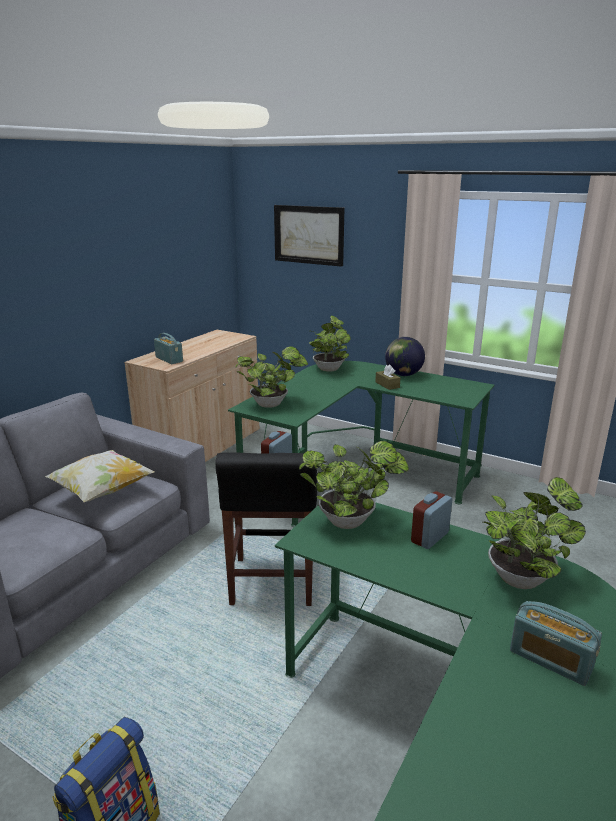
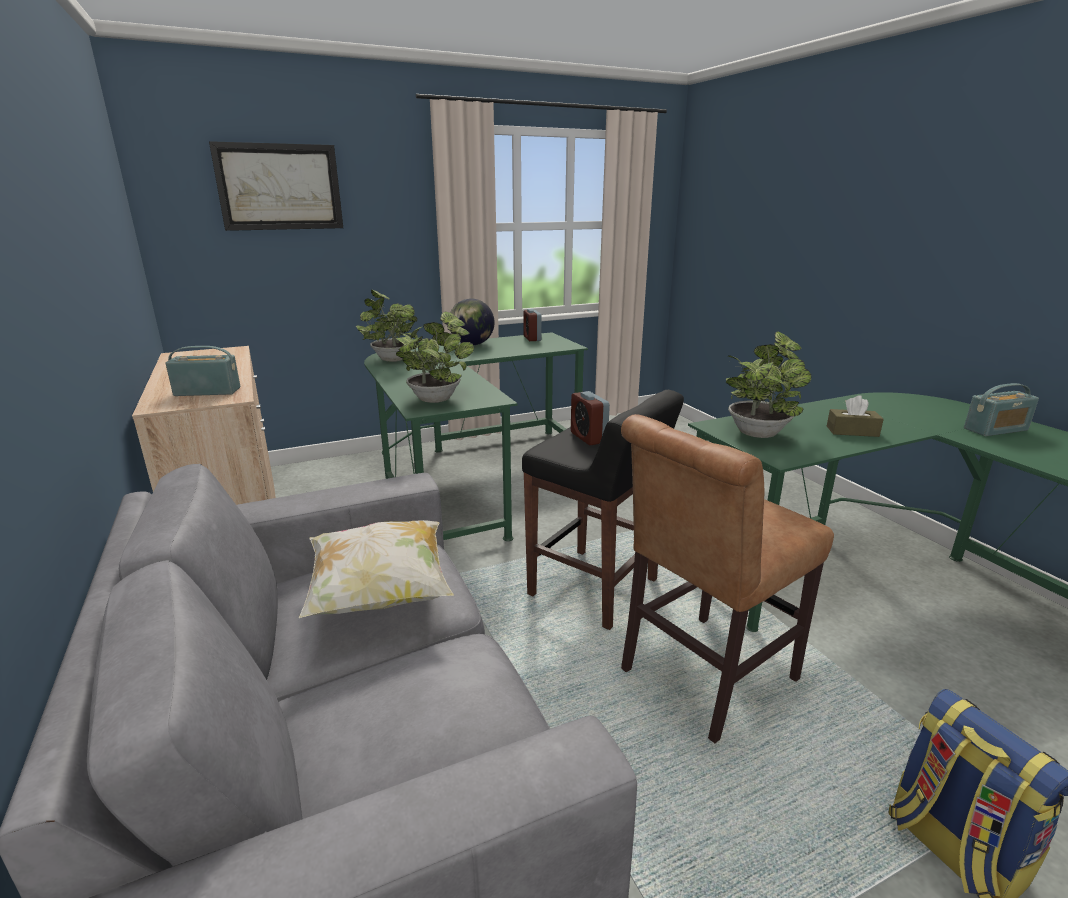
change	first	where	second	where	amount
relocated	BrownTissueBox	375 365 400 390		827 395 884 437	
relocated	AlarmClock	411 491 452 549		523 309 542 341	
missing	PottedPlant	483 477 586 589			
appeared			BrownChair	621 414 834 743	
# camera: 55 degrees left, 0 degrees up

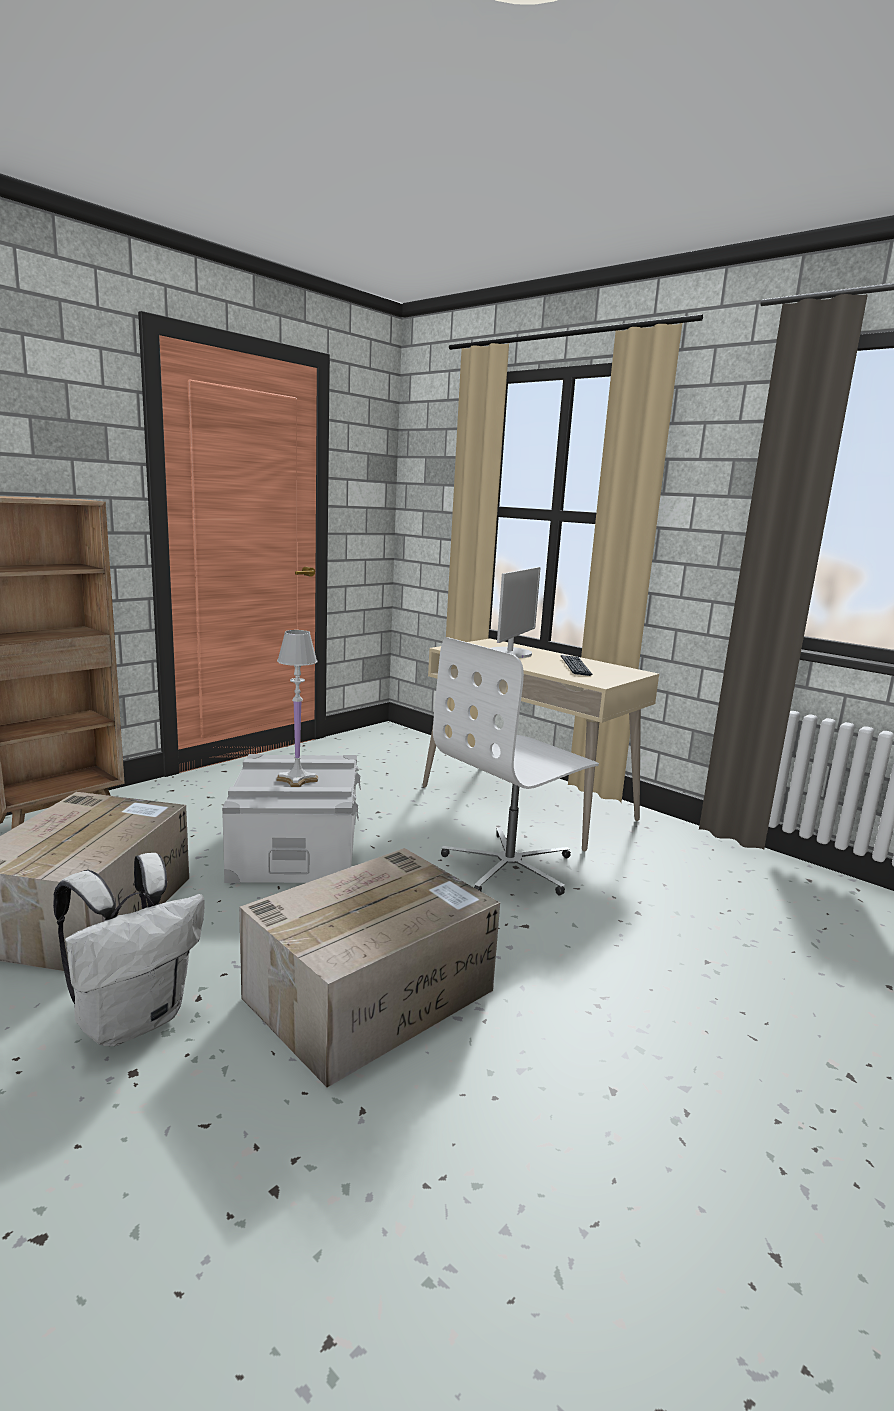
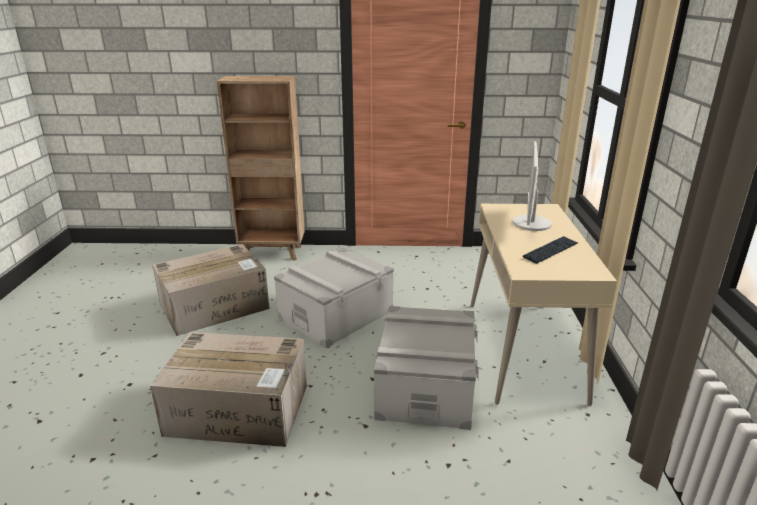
change	first	where	second	where	amount
missing	WhiteBackpack	53 853 205 1046			
missing	WhiteTableLamp	276 630 318 787			
exchanged	WhiteOfficeChair	433 637 599 895	GreyStorageBox	374 306 479 430	
spun	Monitor	491 567 541 658		513 141 552 231	120 degrees clockwise
# camera: 50 degrees right, 10 degrees up

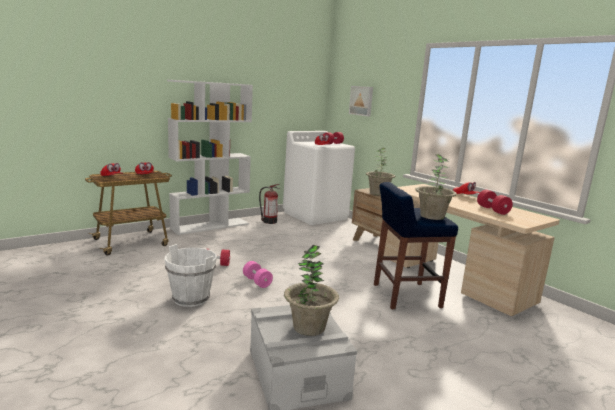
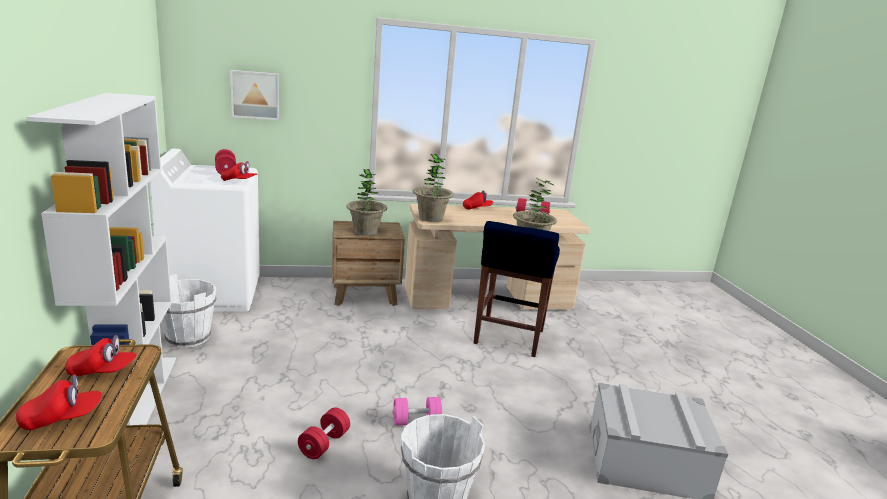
change	first	where	second	where	amount
exchanged	FireExtinguisher	259 184 280 224	WhiteBucket	161 274 216 348	
relocated	PottedPlant	284 245 339 336		413 154 454 222	
# camera: 65 degrees left, 5 degrees up

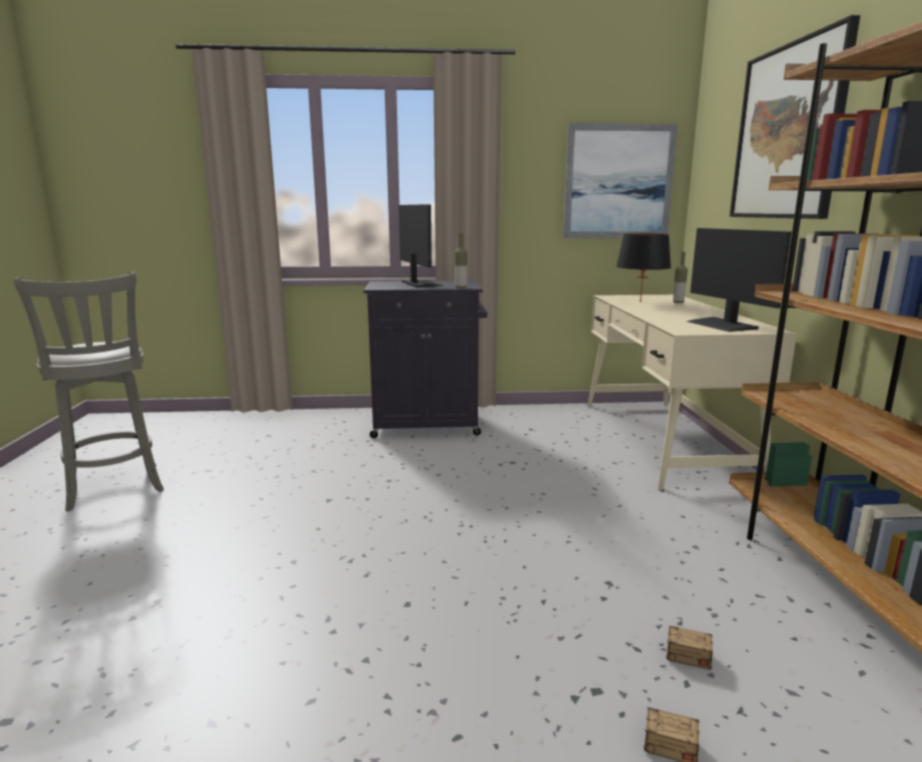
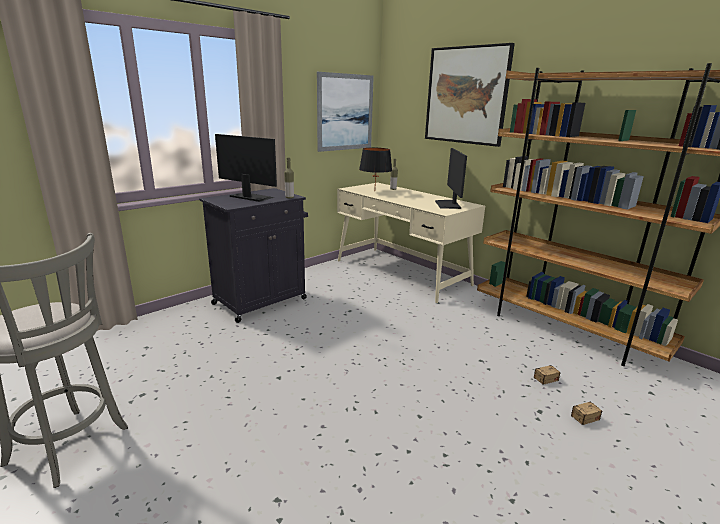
change	first	where	second	where	amount
spun	Monitor	686 228 792 332		435 148 467 209	60 degrees clockwise
# camera: 40 degrees left, 5 degrees up

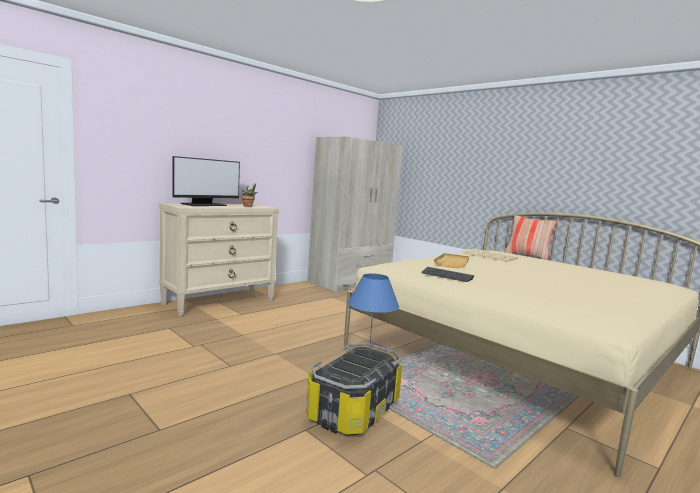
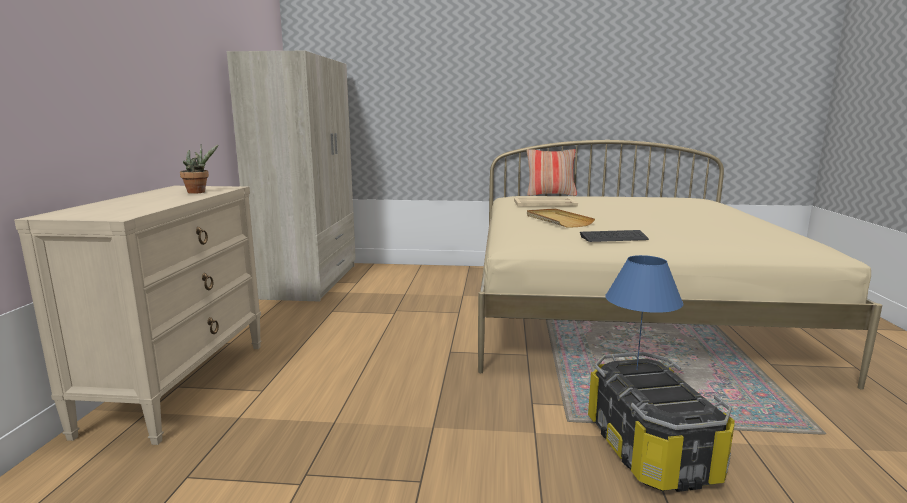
change	first	where	second	where	amount
missing	Monitor	172 156 240 206			
# camera: 40 degrees left, 5 degrees up

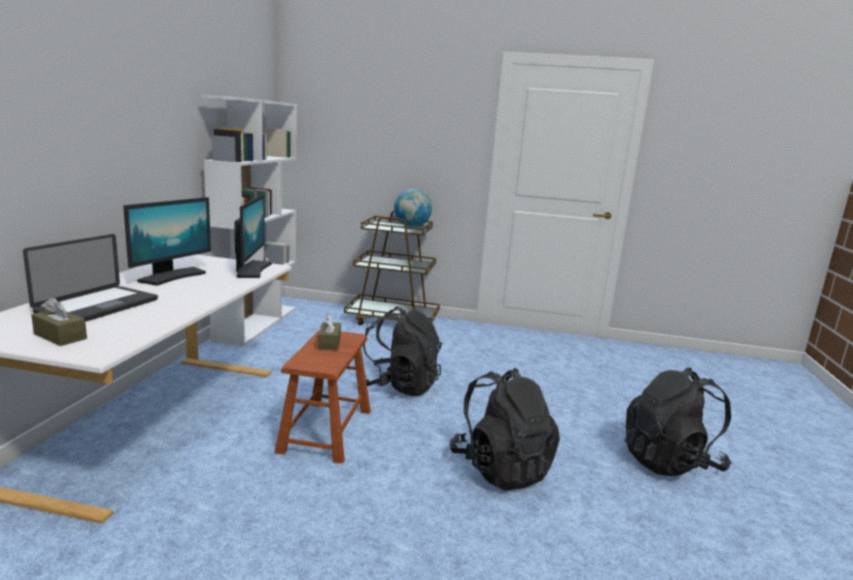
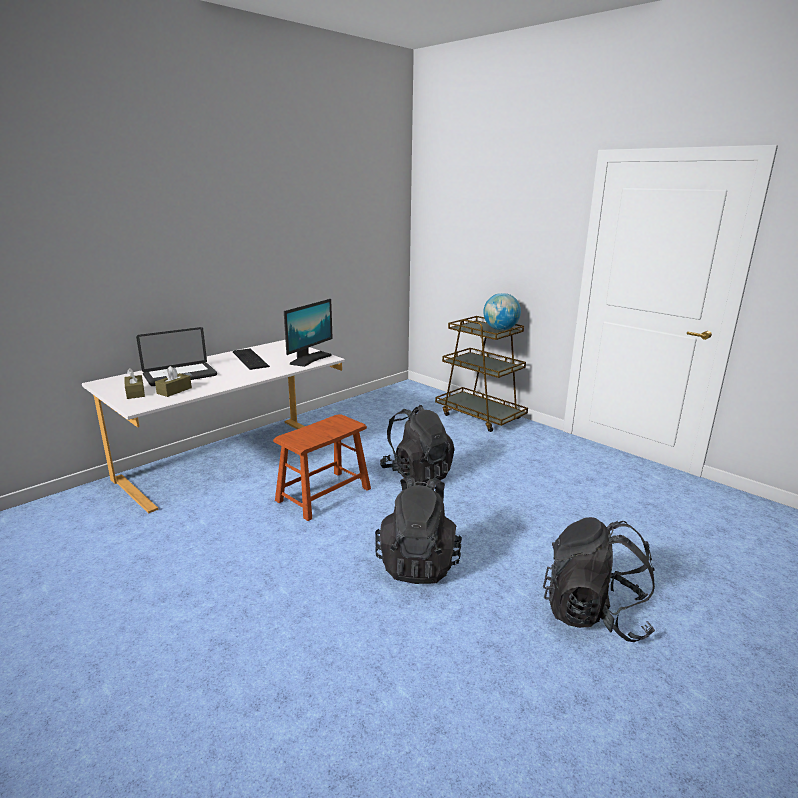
change	first	where	second	where	amount
exchanged	Monitor	123 197 211 286	Keyboard	233 349 270 370	
missing	WhiteBookcase	201 95 297 346			
relocated	BrownTissueBox	318 314 341 350		155 366 192 397	
# camera: 35 degrees right, 5 degrees up

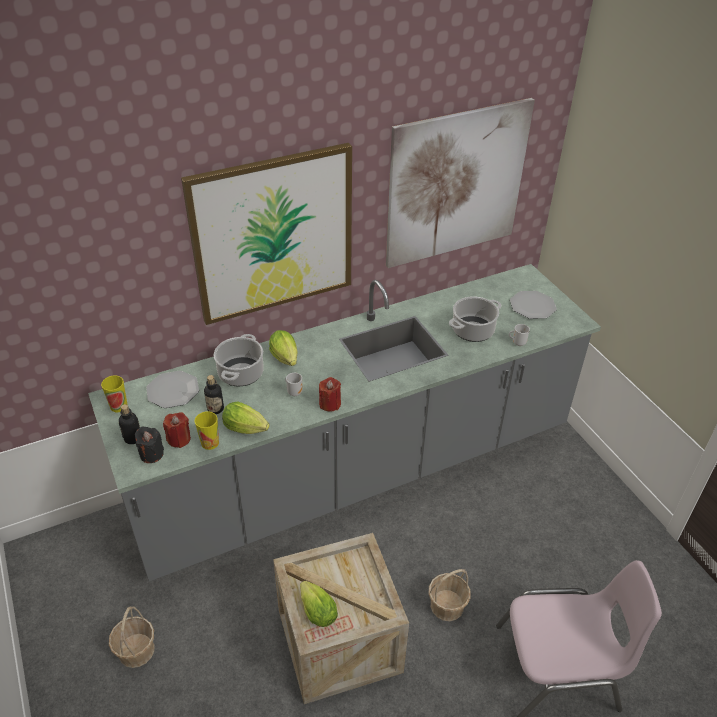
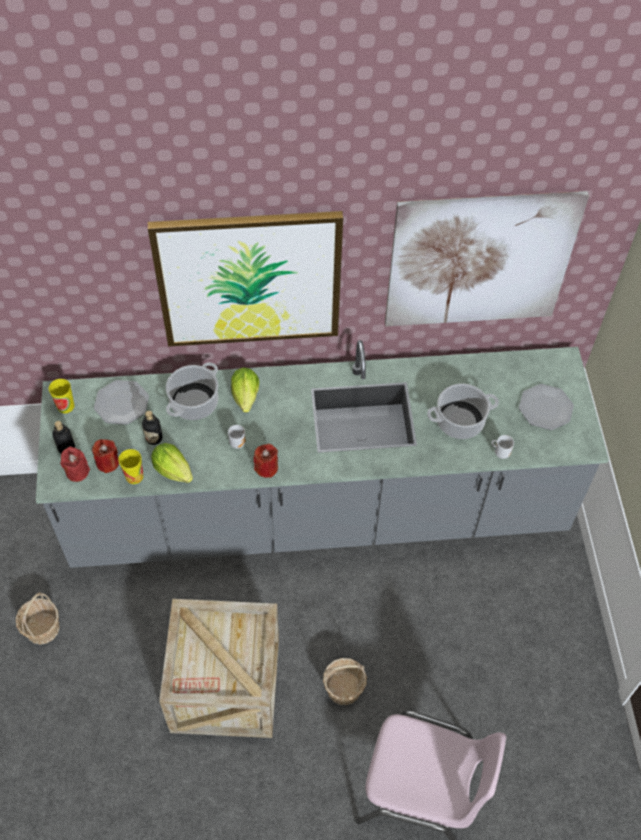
change	first	where	second	where	amount
colour	BlackCandle	135 427 164 463	RedCandle	60 447 90 482	
missing	Lettuce	300 581 338 627			
# camera: 20 degrees right, 15 degrees up

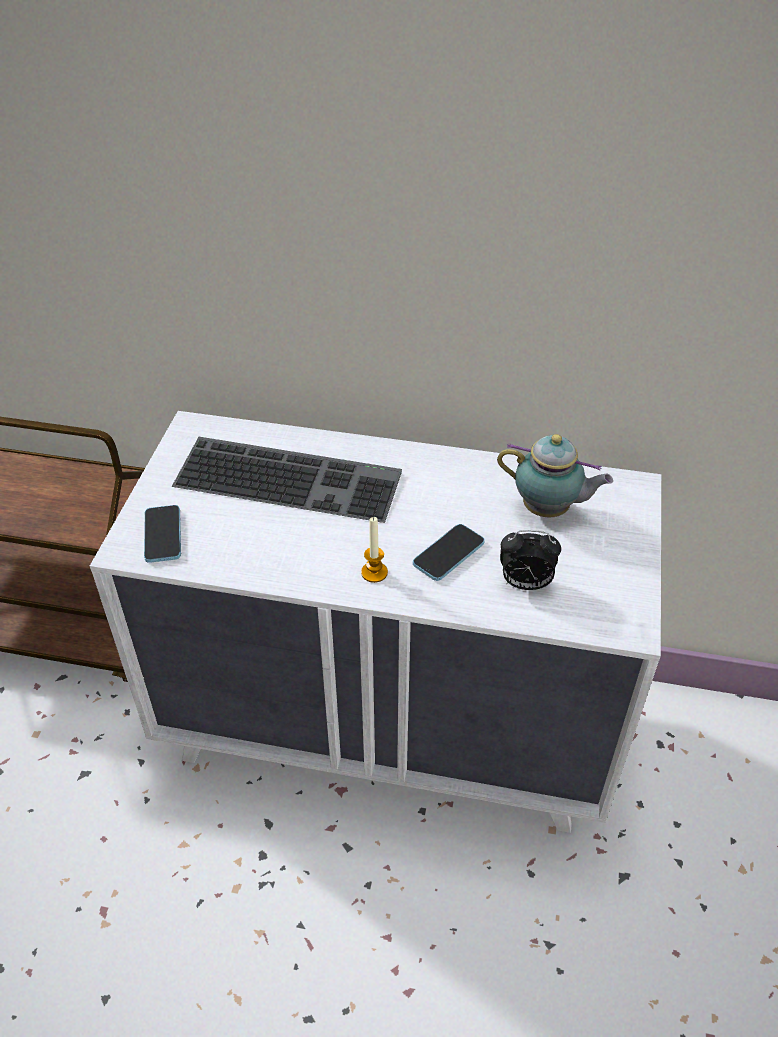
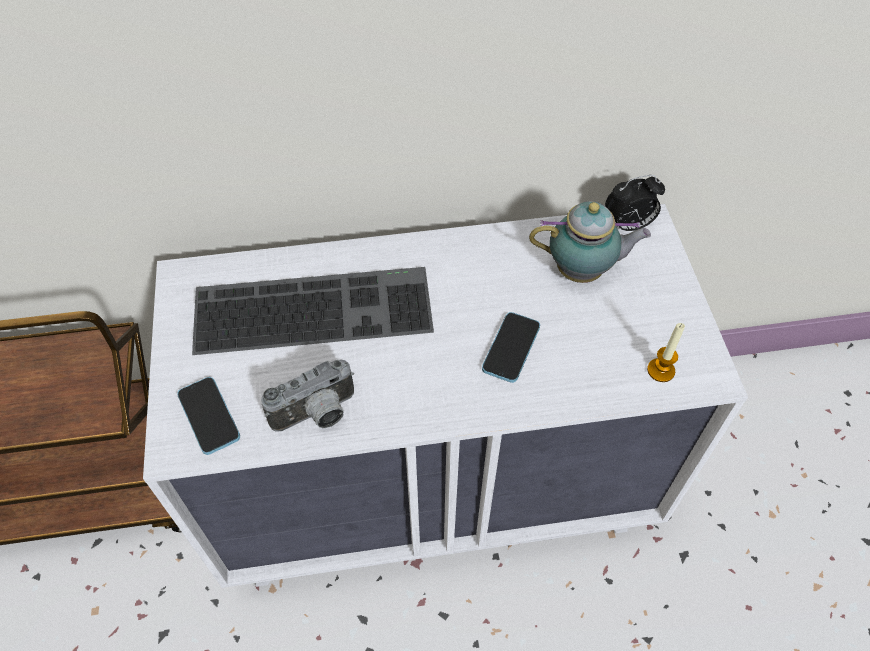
change	first	where	second	where	amount
relocated	Candle	361 517 388 583		647 323 685 382	
relocated	AlarmClock	500 530 561 590		605 175 665 231	
appeared			PhotoCamera	261 360 354 432	
# camera: 20 degrees left, 10 degrees up

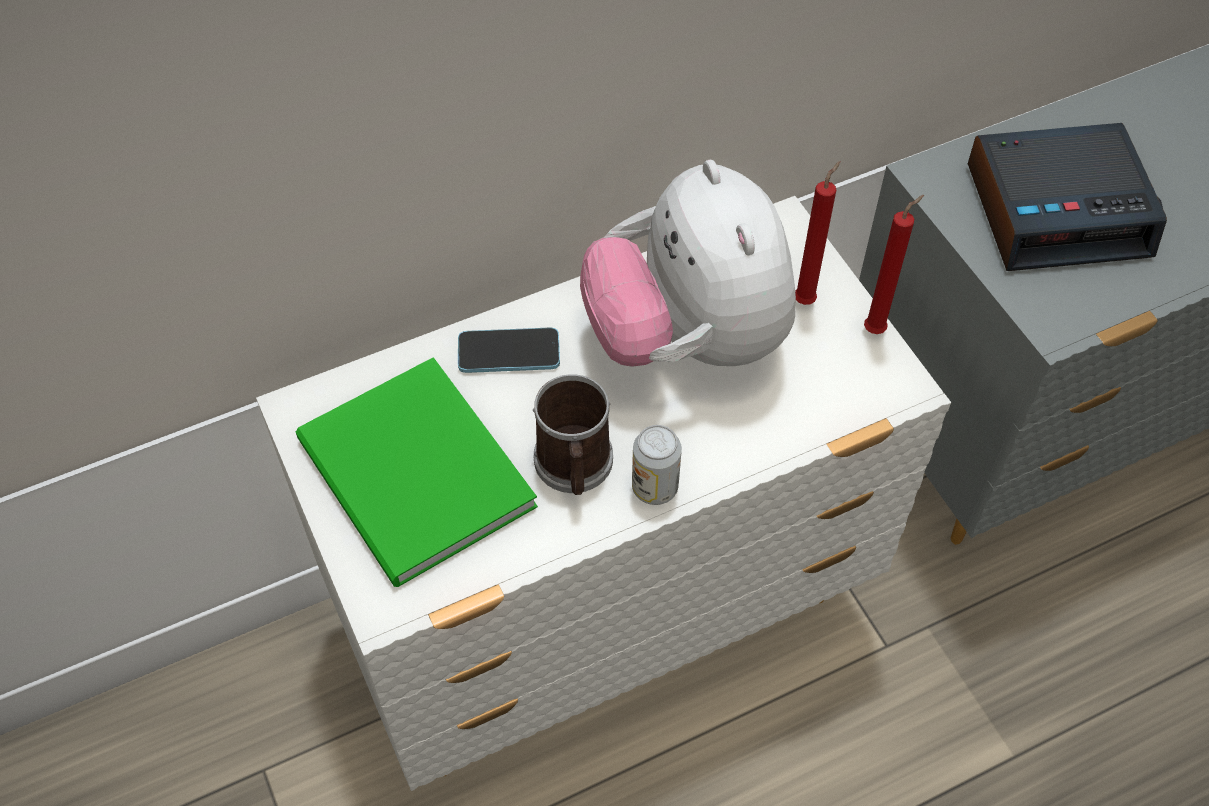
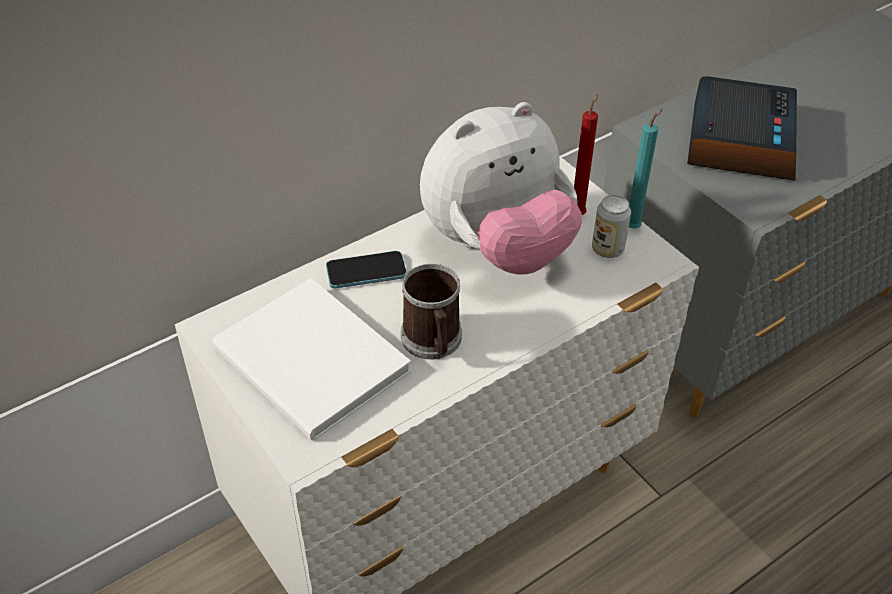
change	first	where	second	where	amount
colour	GreenBook	296 357 538 587	WhiteBook	212 278 411 441	
spun	PlushToy	580 160 796 367		420 102 582 275	90 degrees counterclockwise
relocated	Can	632 425 682 505		592 195 631 258	
colour	RedCandle	864 195 924 334	TurquoiseCandle	629 108 663 228	
spun	AlarmClock	968 123 1167 271		687 76 797 180	60 degrees counterclockwise
# camera: 10 degrees left, 10 degrees down

